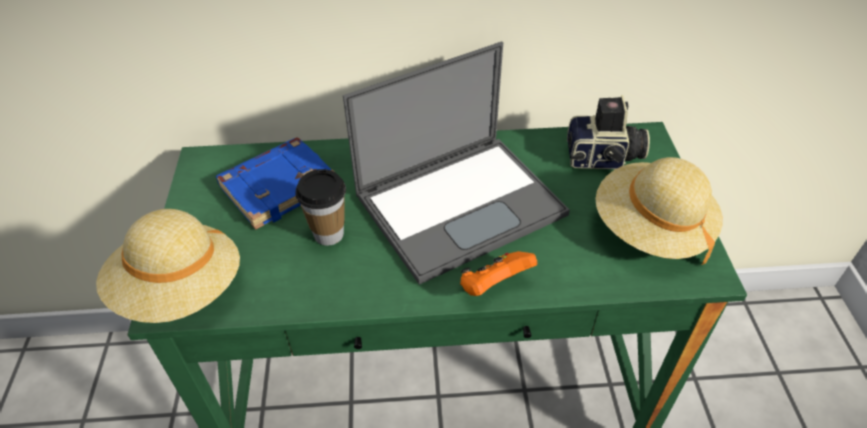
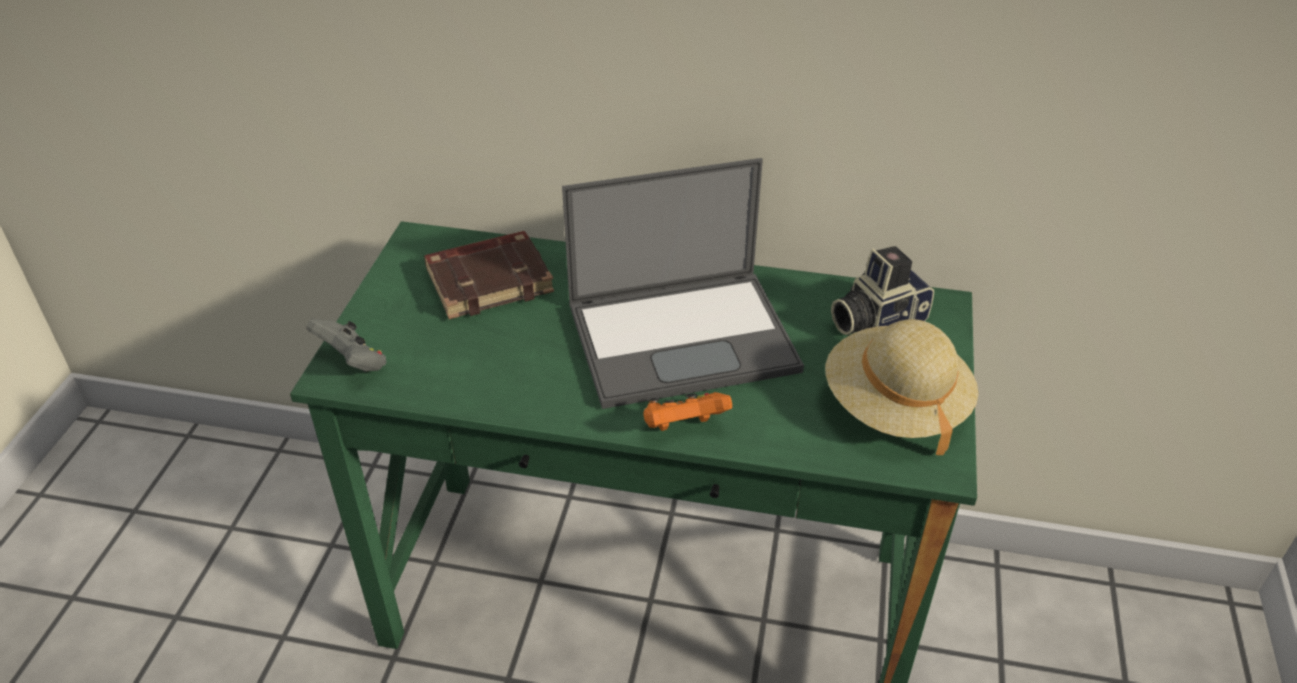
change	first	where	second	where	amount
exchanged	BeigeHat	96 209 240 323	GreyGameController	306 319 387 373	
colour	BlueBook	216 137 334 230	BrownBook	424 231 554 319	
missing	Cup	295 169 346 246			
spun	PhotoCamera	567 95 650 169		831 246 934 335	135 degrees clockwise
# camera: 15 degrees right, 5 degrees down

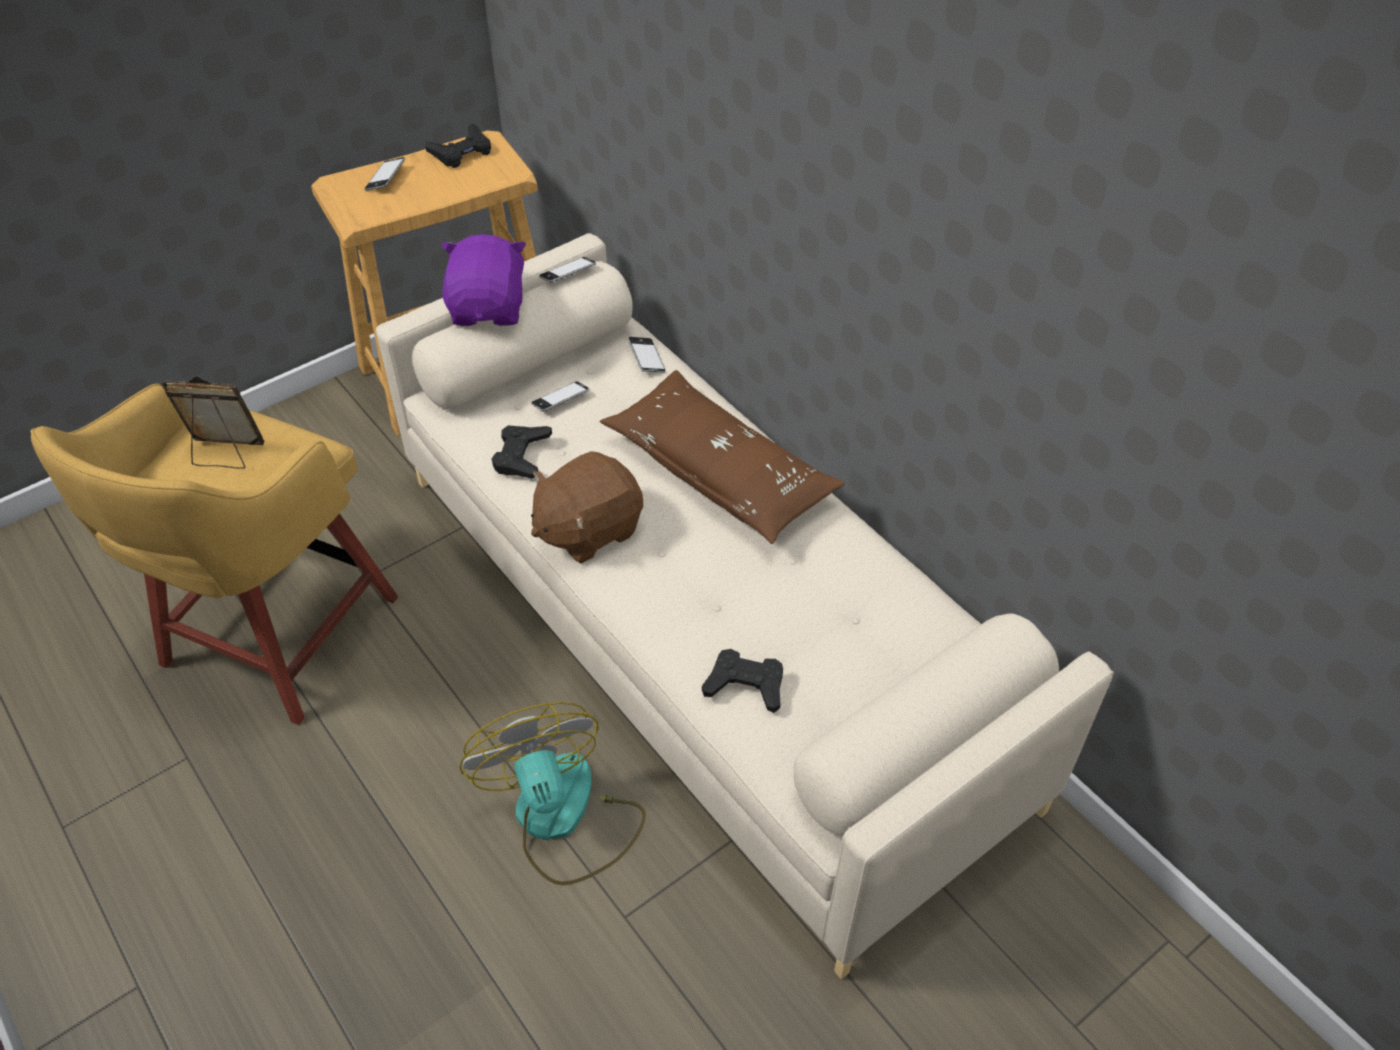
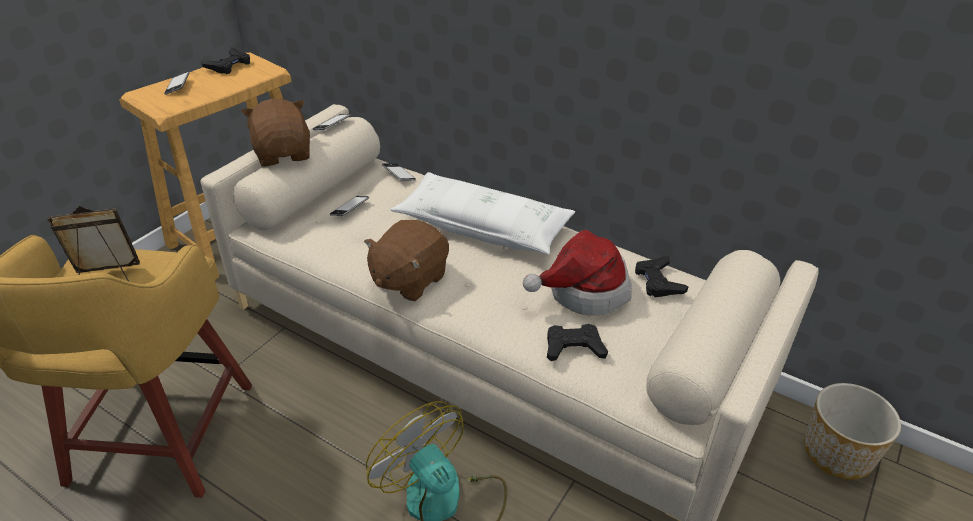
change	first	where	second	where	amount
colour	PurplePlushToy	441 234 526 326	BrownPlushToy	241 99 310 167	
relocated	BlackGameController	491 426 552 478		635 256 688 297	
colour	BrownPillow	600 370 845 544	WhitePillow	390 172 575 255	
appeared			Hat	523 230 632 316	
appeared			Planter	804 383 901 480	
# camera: 20 degrees left, 10 degrees down

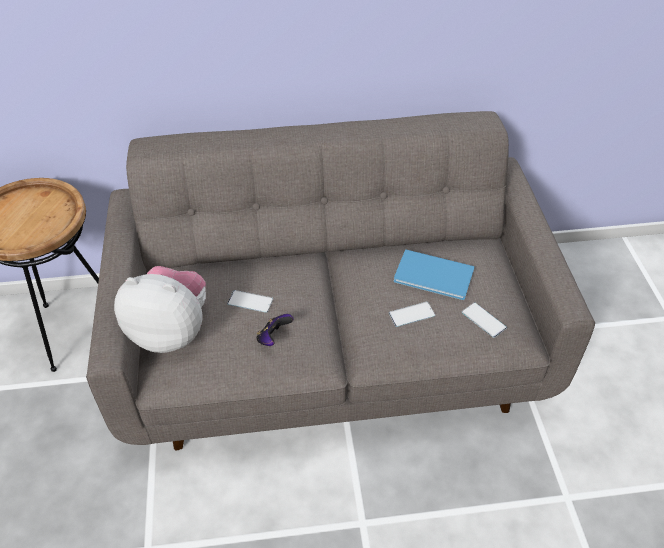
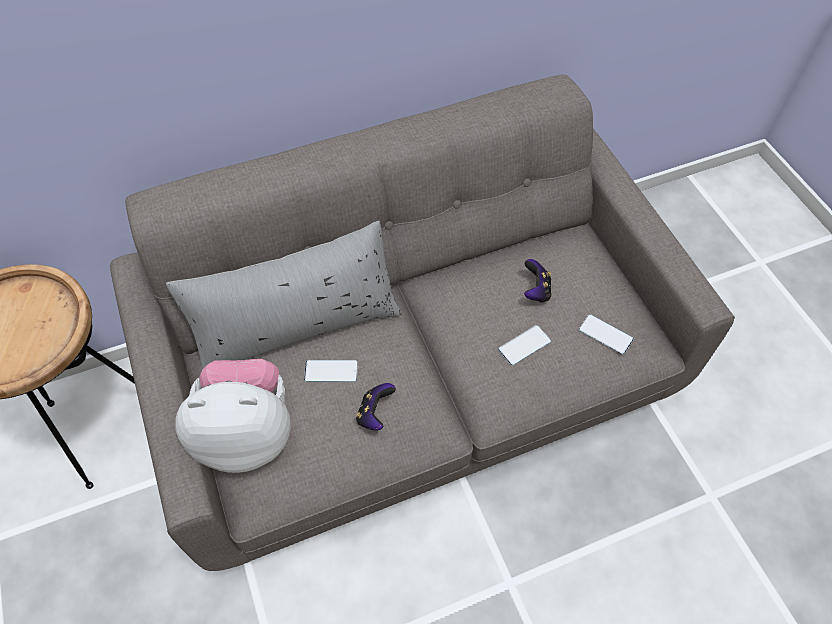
change	first	where	second	where	amount
exchanged	BlueBook	394 249 475 300	GameController	524 259 551 303	
appeared			GreyPillow	166 221 401 370	
# camera: 15 degrees left, 10 degrees up

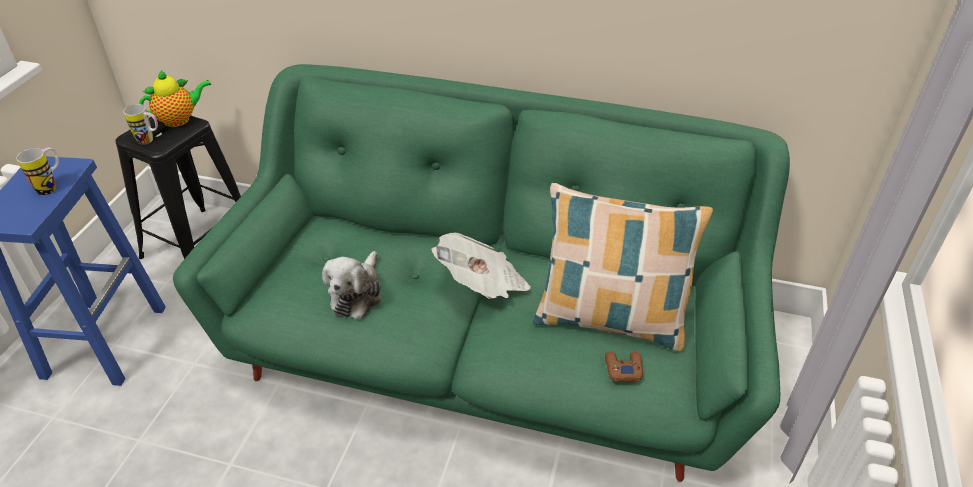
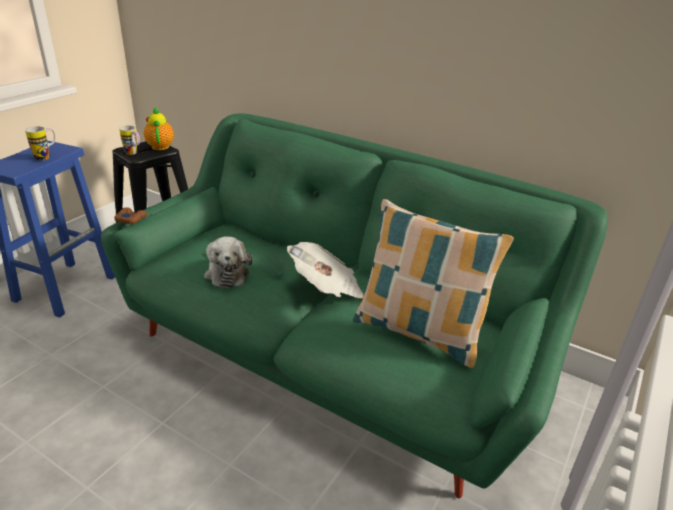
change	first	where	second	where	amount
spun	Teapot	140 70 211 127		144 106 174 150	90 degrees counterclockwise
spun	PlushToy	322 251 381 319		204 237 252 288	45 degrees counterclockwise
relocated	BrownGameController	605 352 643 382		114 207 148 224	
# camera: 15 degrees right, 10 degrees down

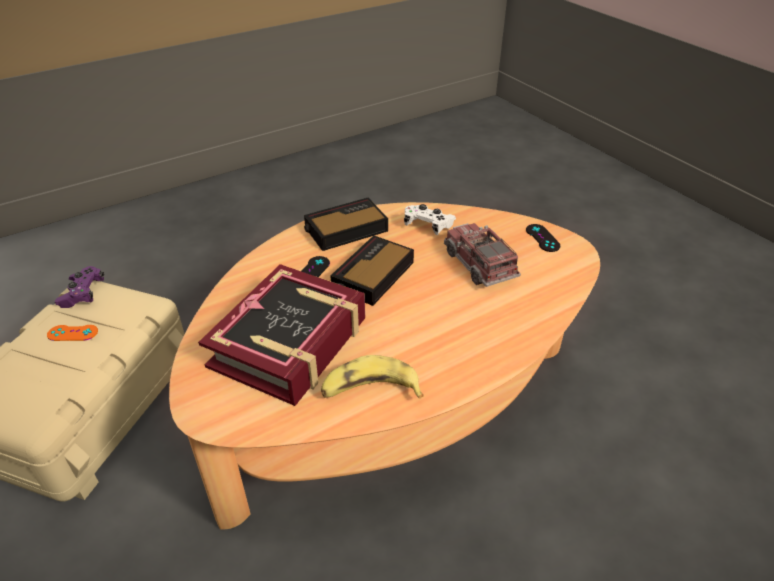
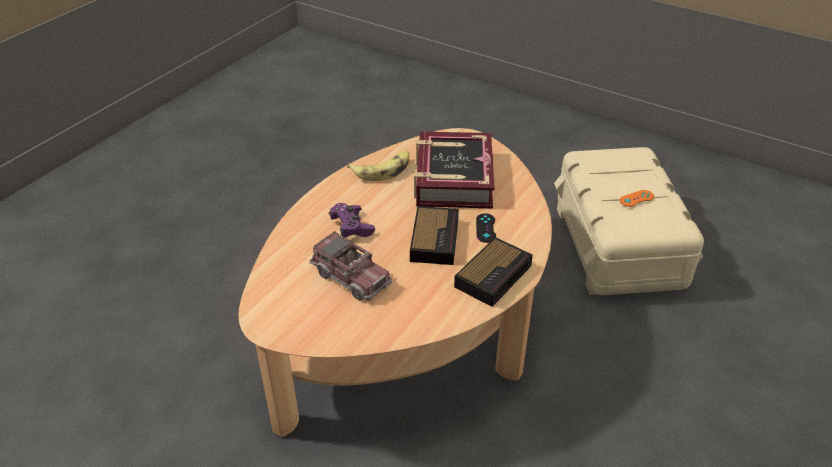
change	first	where	second	where	amount
relocated	PurpleGameController	55 266 104 308		329 203 375 238	
missing	WhiteGameController	404 204 456 235			
missing	BlackGameController	526 224 560 252			
# camera: 155 degrees right, 0 degrees up

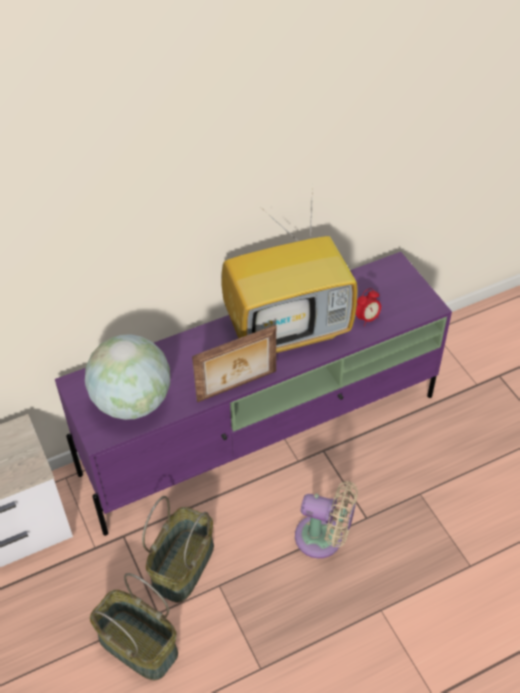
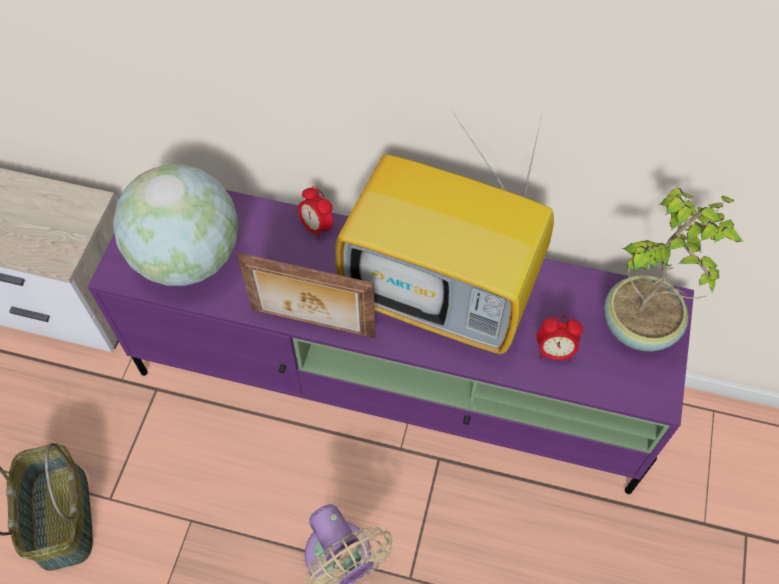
change	first	where	second	where	amount
missing	Basket	142 496 214 603			
appeared			AlarmClock	298 186 333 240	
appeared			PottedPlant	604 188 744 351	
# camera: 40 degrees right, 10 degrees up

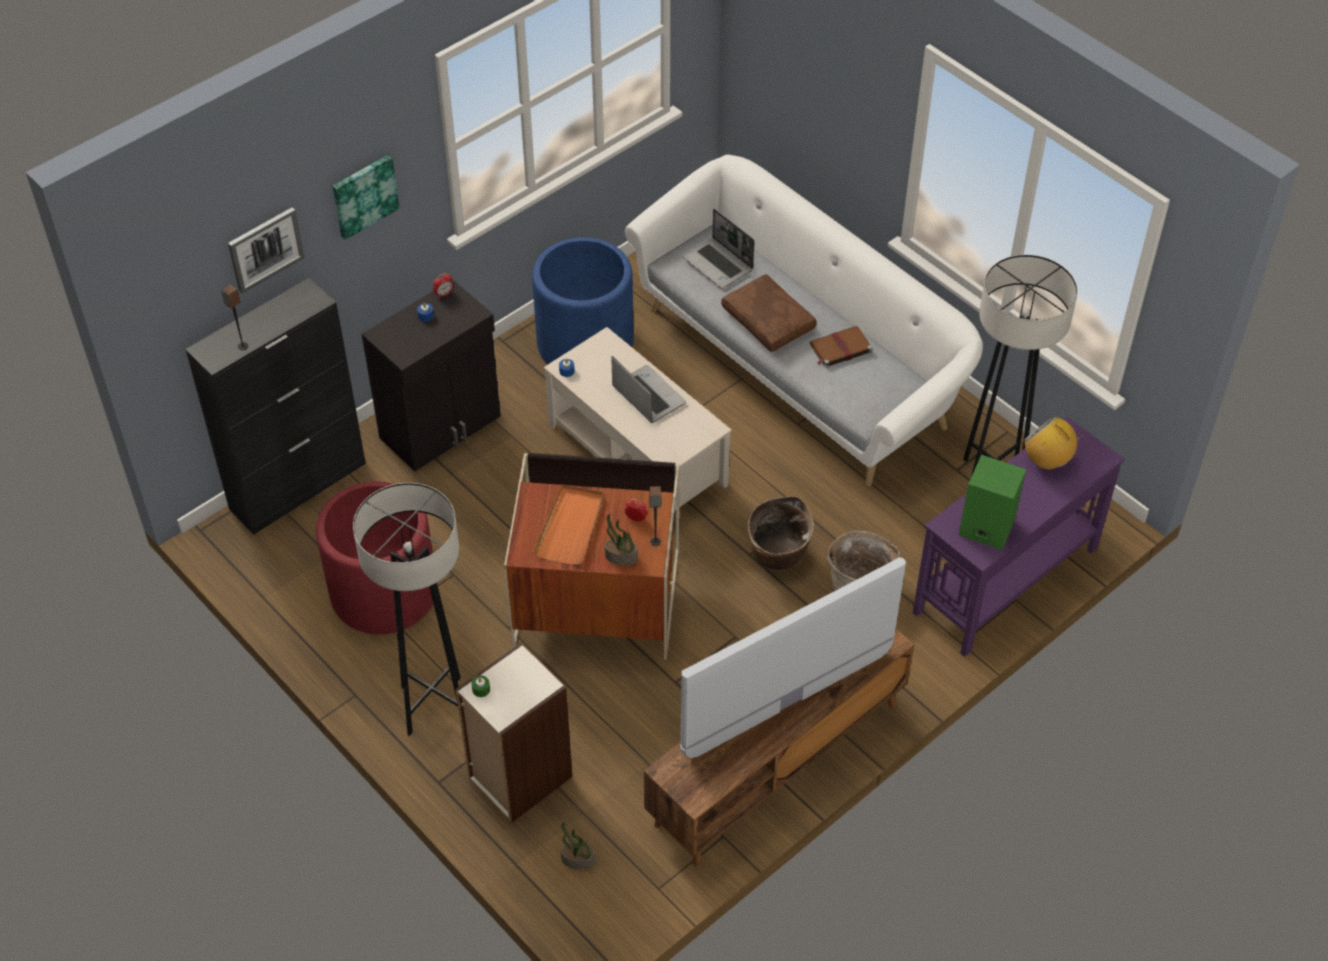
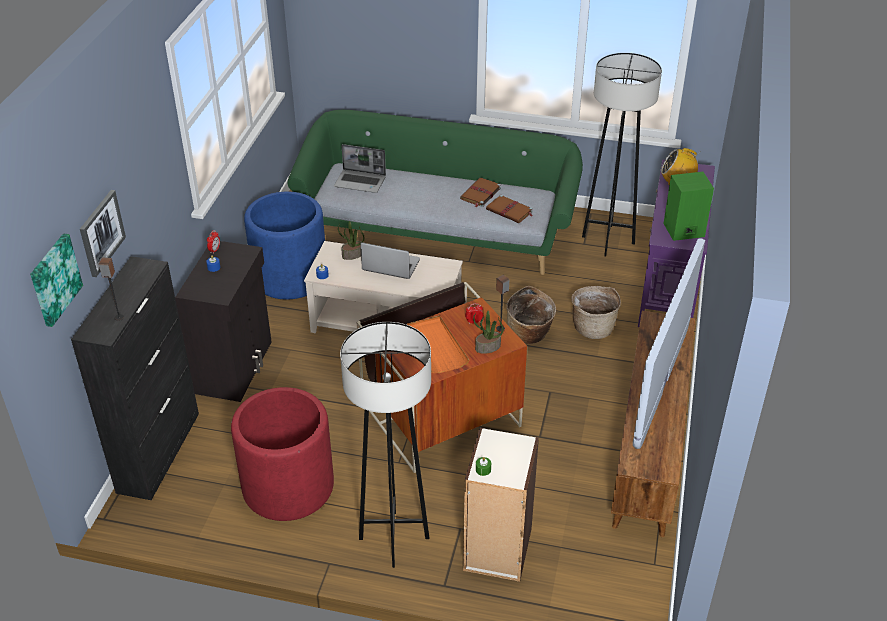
change	first	where	second	where	amount
relocated	Picture	333 155 400 240		30 233 83 327	
relocated	PottedPlant	561 822 595 870		338 221 365 260	
colour	WhiteSofa	625 154 983 486	GreenSofa	287 110 583 275	
missing	BrownPillow	721 274 817 352			
appeared			BrownBook	486 194 533 223	
# camera: 35 degrees left, 10 degrees down

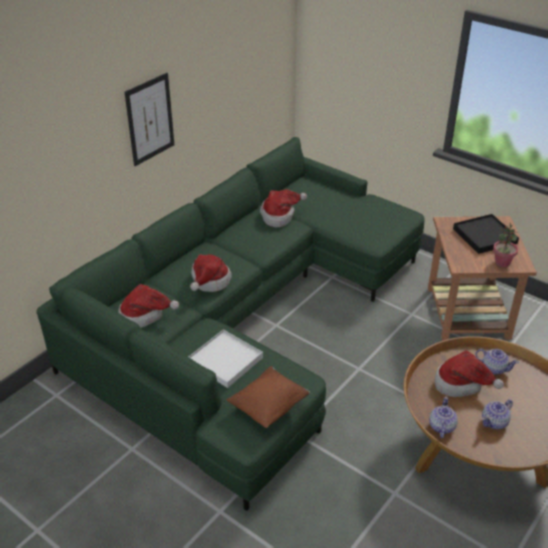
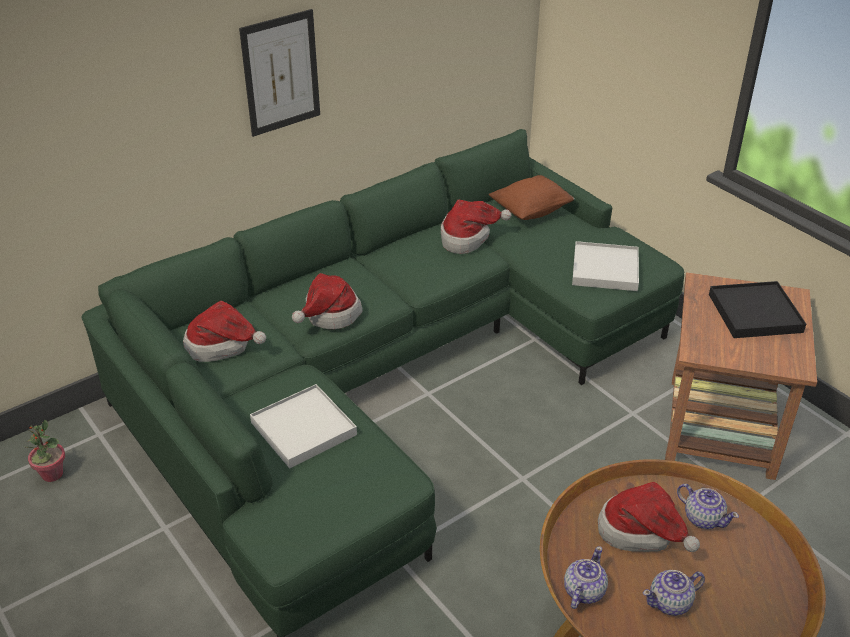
change	first	where	second	where	amount
relocated	BrownPillow	227 366 310 428		489 175 575 220	
relocated	PottedPlant	493 223 519 267		26 420 65 482	
appeared			WhiteTray	572 241 639 291	
# camera: 15 degrees right, 0 degrees up

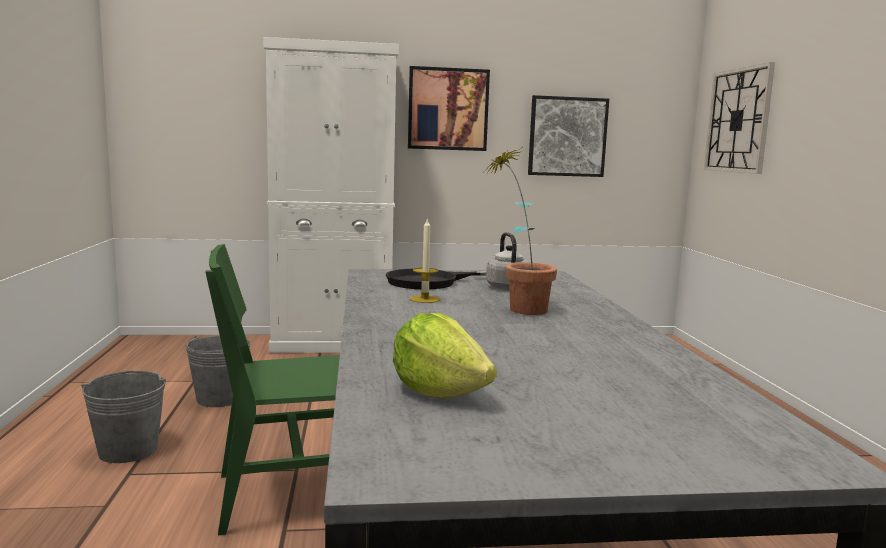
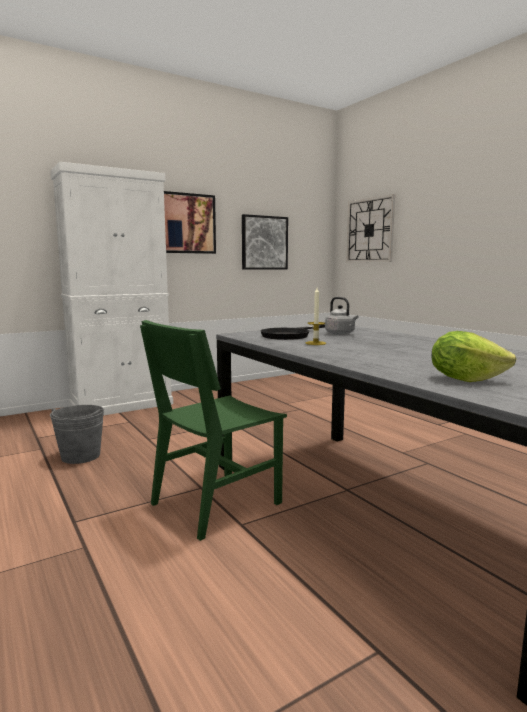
change	first	where	second	where	amount
missing	GreyBucket	81 370 166 463			
missing	PottedPlant	484 148 557 315			
# camera: 25 degrees left, 0 degrees up

